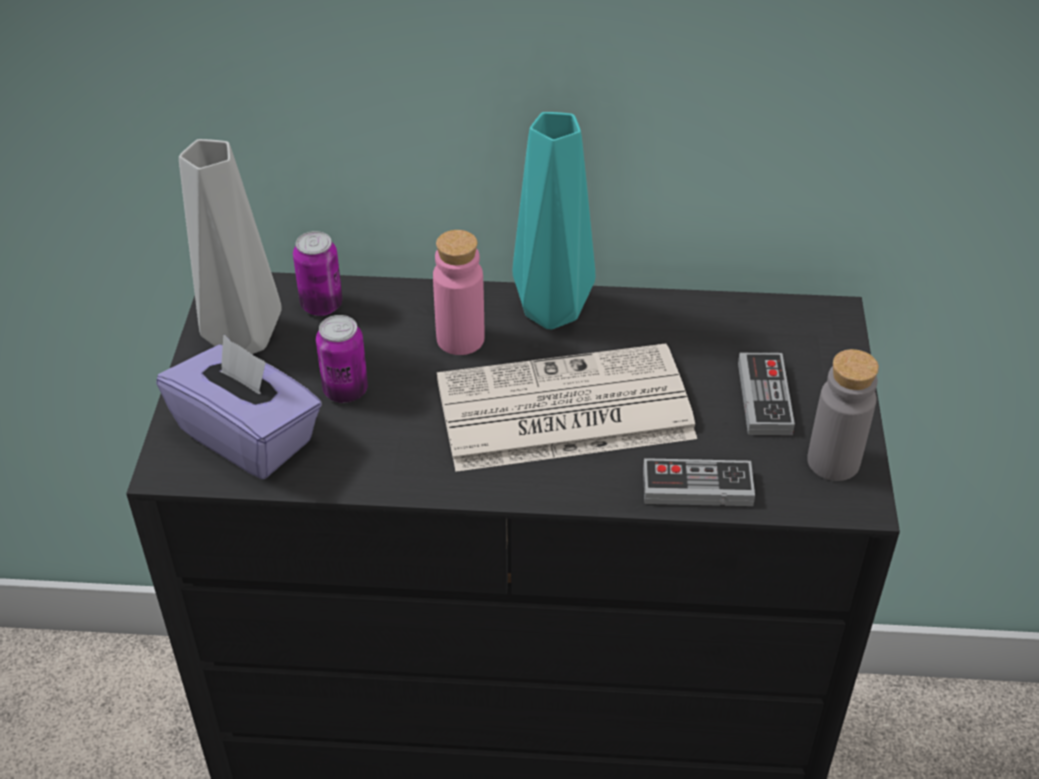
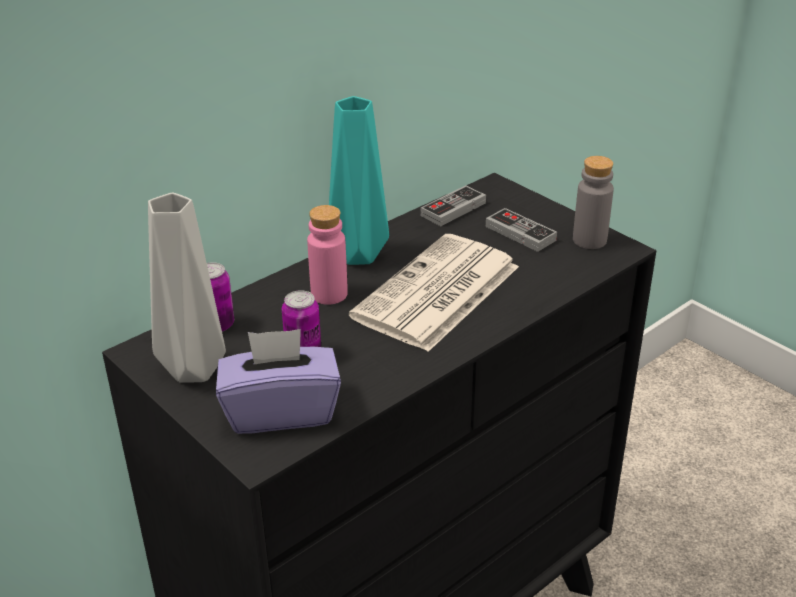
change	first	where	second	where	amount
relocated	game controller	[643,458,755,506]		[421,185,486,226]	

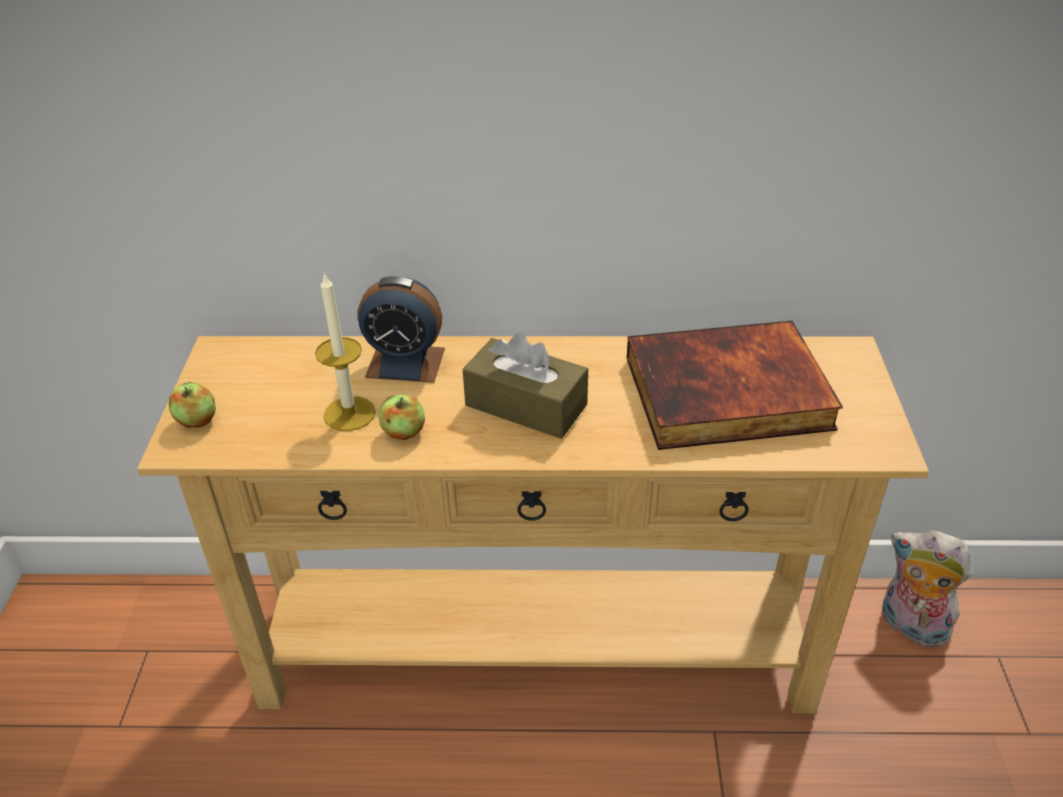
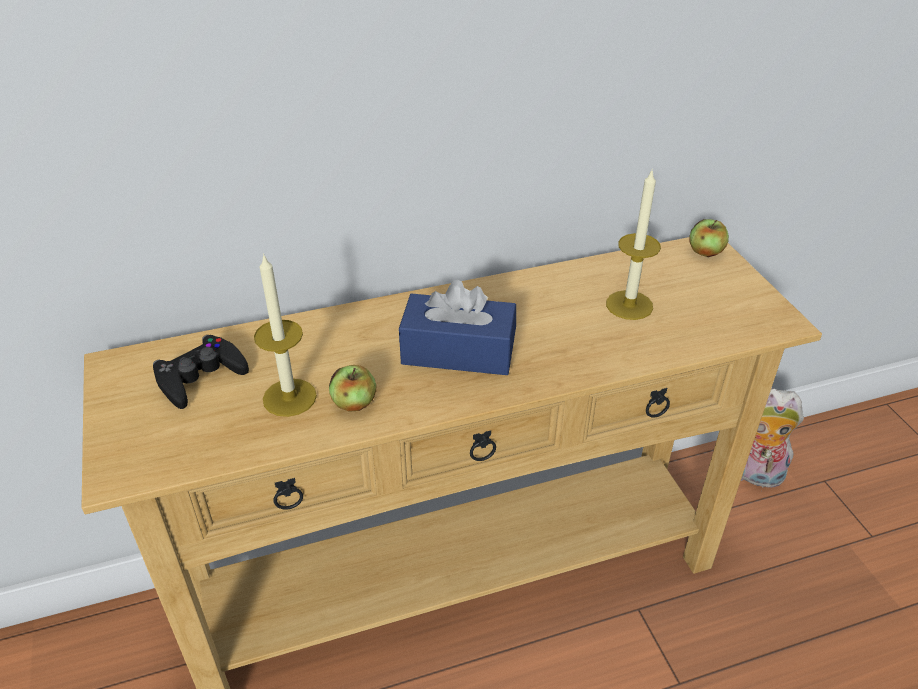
change	first	where	second	where	amount
appeared			black game controller	[153,335,249,409]	
colour	brown tissue box	[463,332,588,439]	blue tissue box	[399,280,516,375]	
exchanged	book	[627,320,843,450]	candle	[606,171,661,320]	
relocated	apple	[168,382,216,428]		[690,219,729,257]	
missing	alarm clock	[358,276,445,383]			

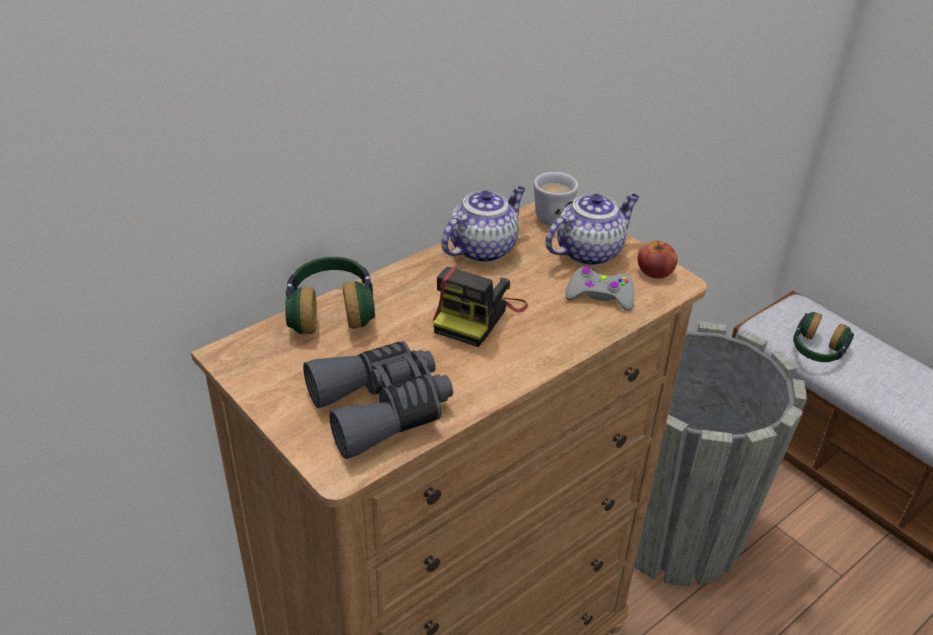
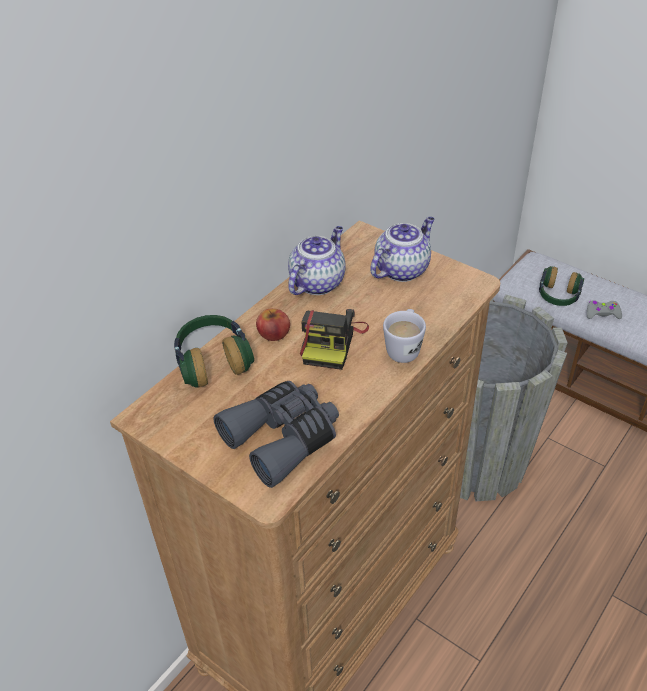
change	first	where	second	where	amount
relocated	apple	[637,240,677,278]		[256,308,290,341]	
relocated	white mug	[534,172,578,226]		[383,309,426,363]	
relocated	grey game controller	[565,267,634,311]		[587,300,622,319]	

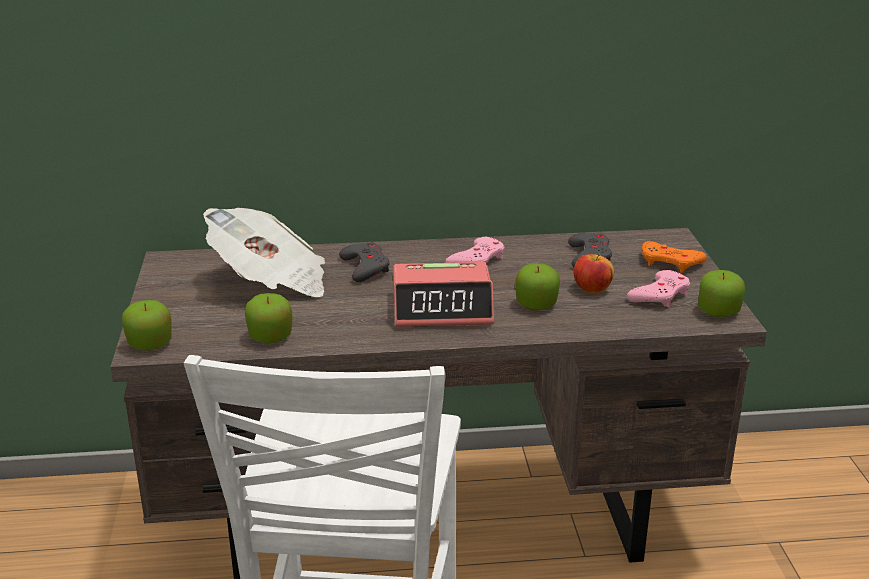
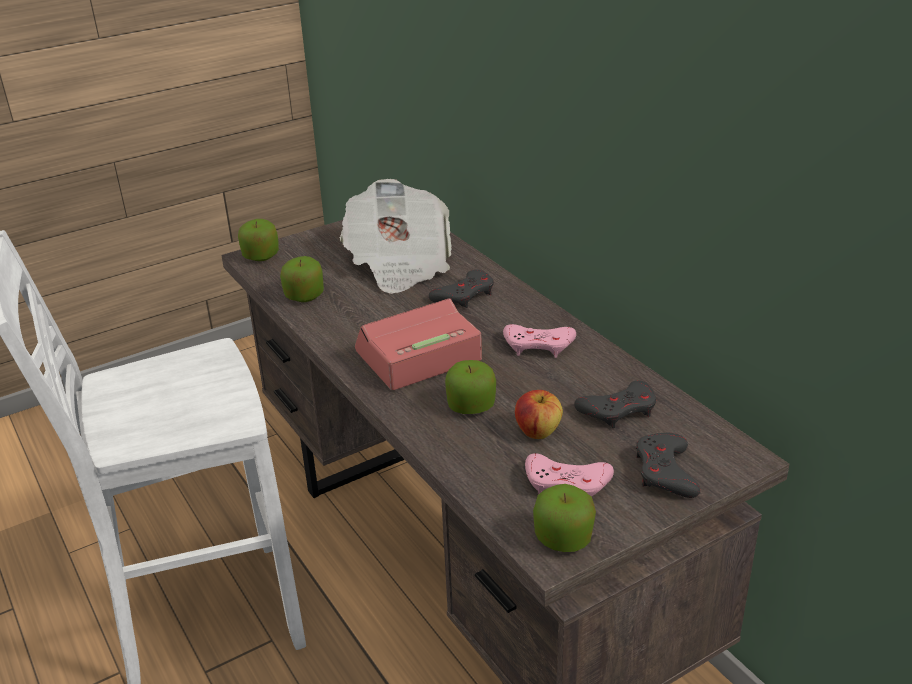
change	first	where	second	where	amount
spun	alarm clock	[393,262,494,327]		[355,298,482,390]	90 degrees clockwise
colour	orange game controller	[642,241,707,273]	grey game controller	[636,433,700,498]	

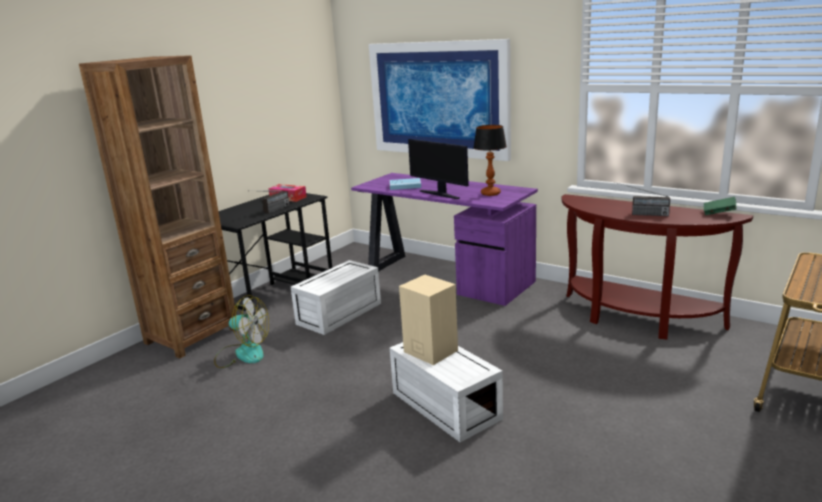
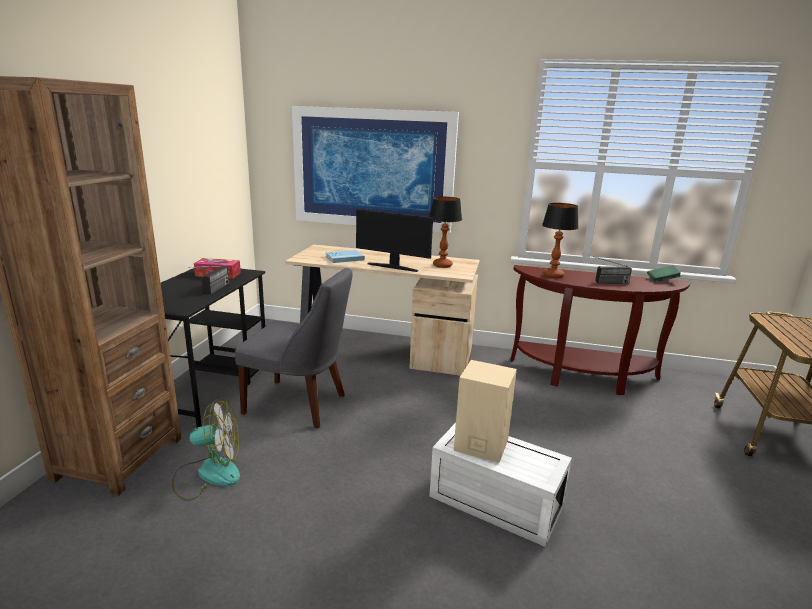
change	first	where	second	where	amount
exchanged	white storage box	[291,260,381,335]	grey chair	[235,268,352,428]	
colour	purple desk	[351,173,538,306]	beige desk	[285,245,480,376]	
appeared			table lamp	[542,203,578,278]	

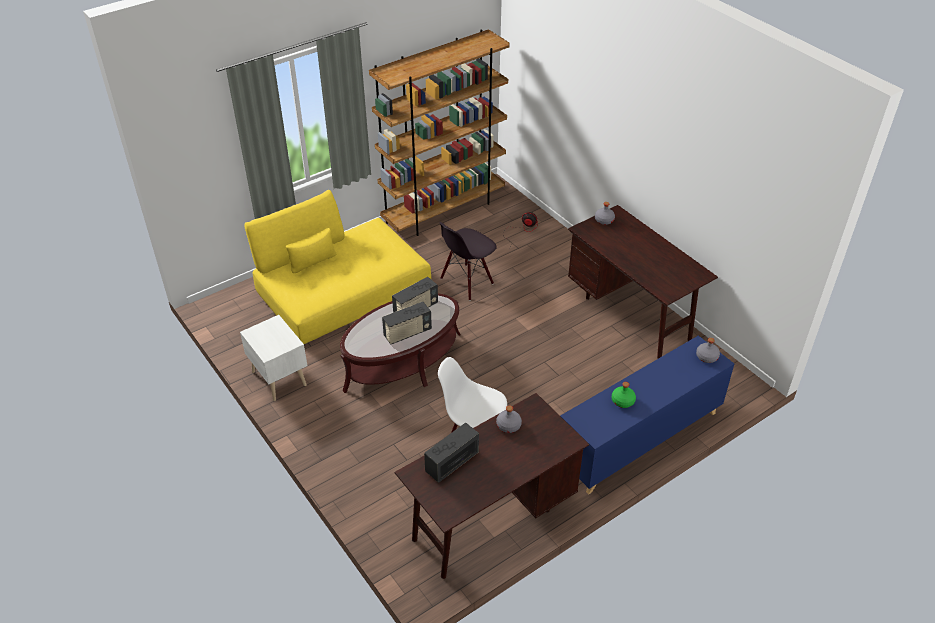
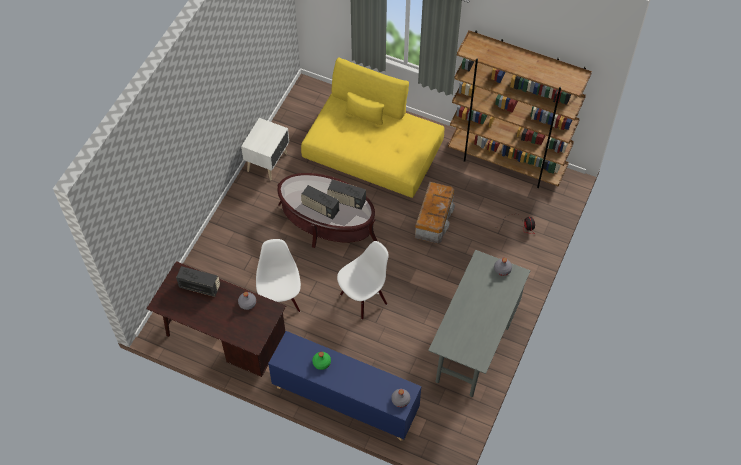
change	first	where	second	where	amount
appeared			white chair	[337,241,389,320]	
exchanged	black chair	[439,222,497,301]	storage box	[415,182,455,244]	
colour	brown desk	[568,205,718,359]	grey desk	[428,250,531,397]	

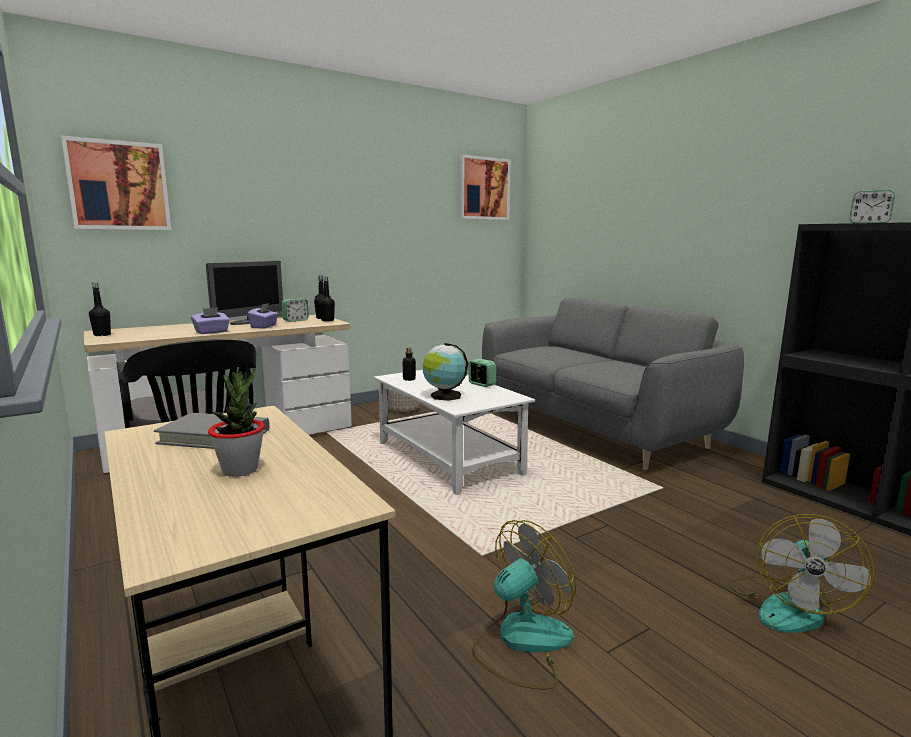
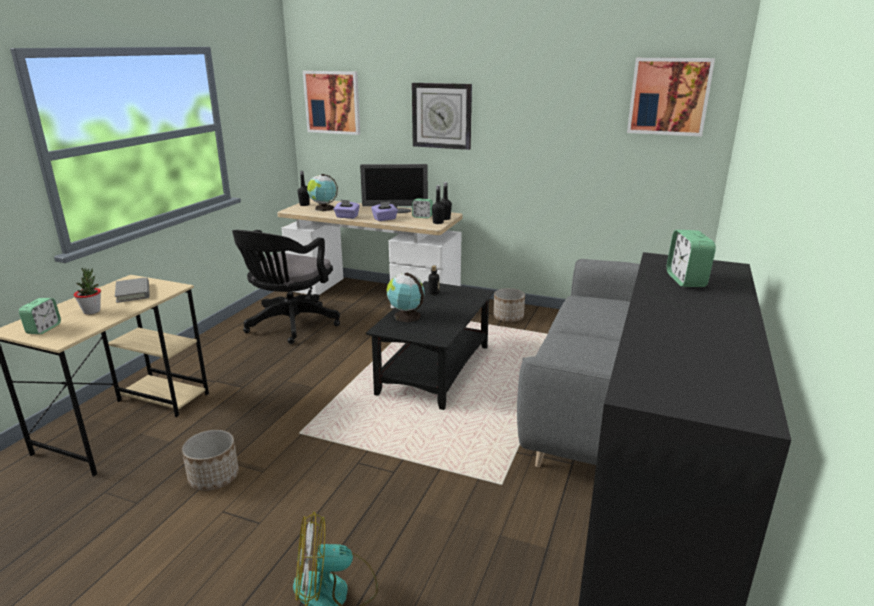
change	first	where	second	where	amount
relocated	alarm clock	[469,358,496,387]		[19,298,61,334]	
exchanged	fan	[472,520,576,689]	planter	[182,430,239,491]	
appeared			globe	[307,174,338,211]	
colour	white coffee table	[374,370,535,495]	black coffee table	[366,281,494,410]	
appeared			wall clock	[412,83,472,150]	

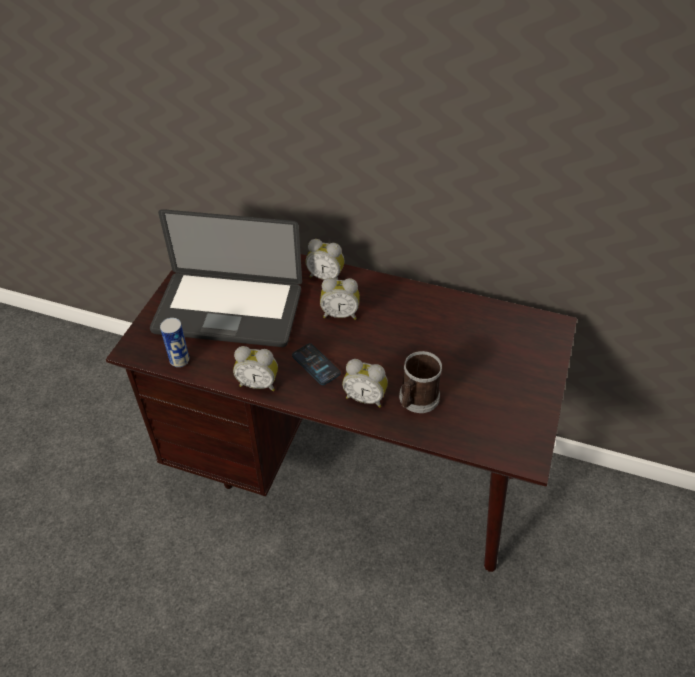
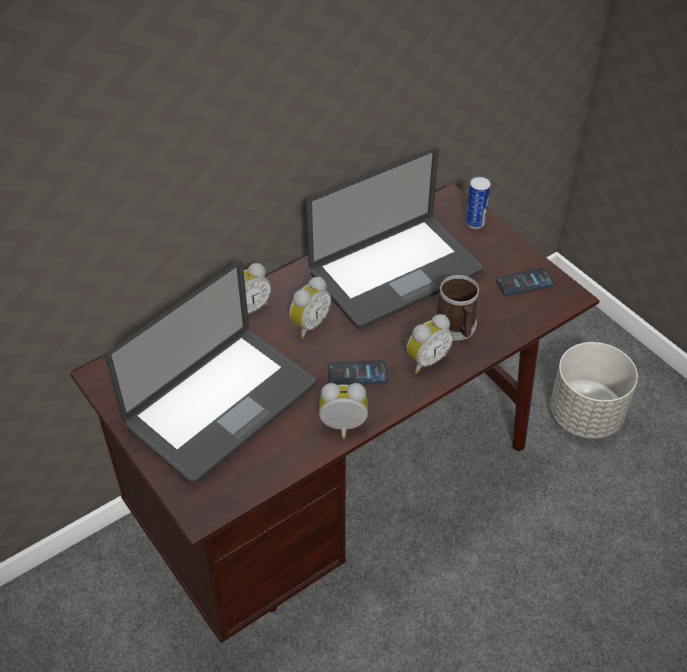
change	first	where	second	where	amount
appeared			laptop	[306,147,483,329]	
spun	alarm clock	[233,346,278,391]		[319,383,368,439]	135 degrees counterclockwise
relocated	can	[160,318,190,367]		[466,177,491,229]	
appeared			phone	[496,268,554,296]	
appeared			grey planter	[550,342,638,439]	

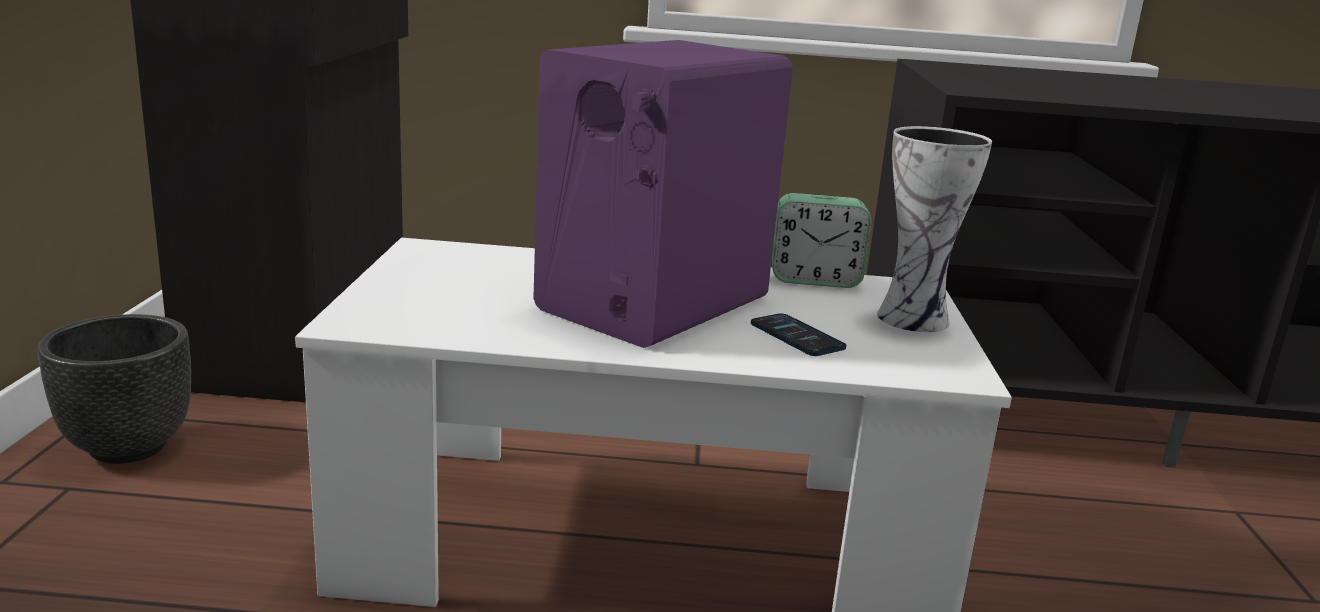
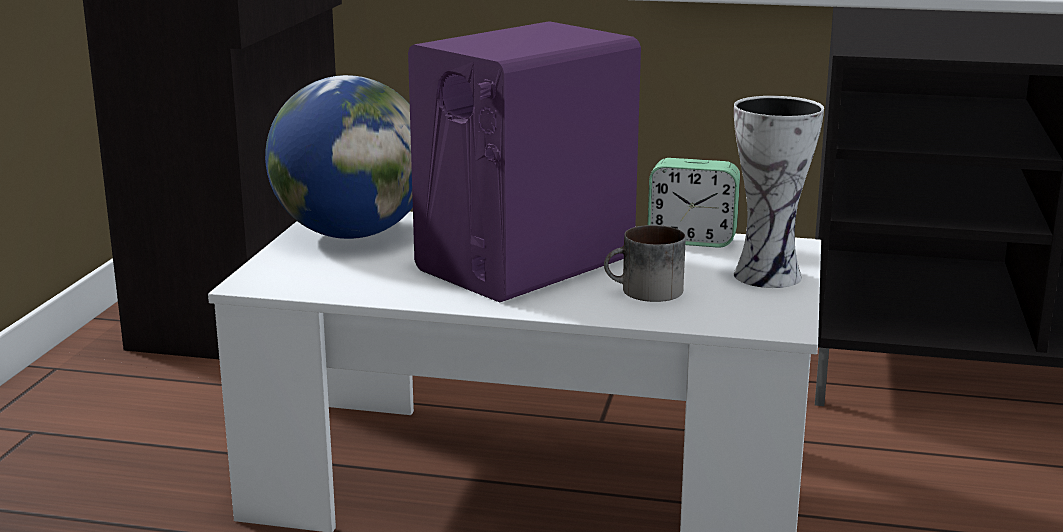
change	first	where	second	where	amount
appeared			globe	[265,75,413,239]	
exchanged	phone	[751,314,846,356]	mug	[604,225,686,302]	
missing	black planter	[38,314,191,464]			

